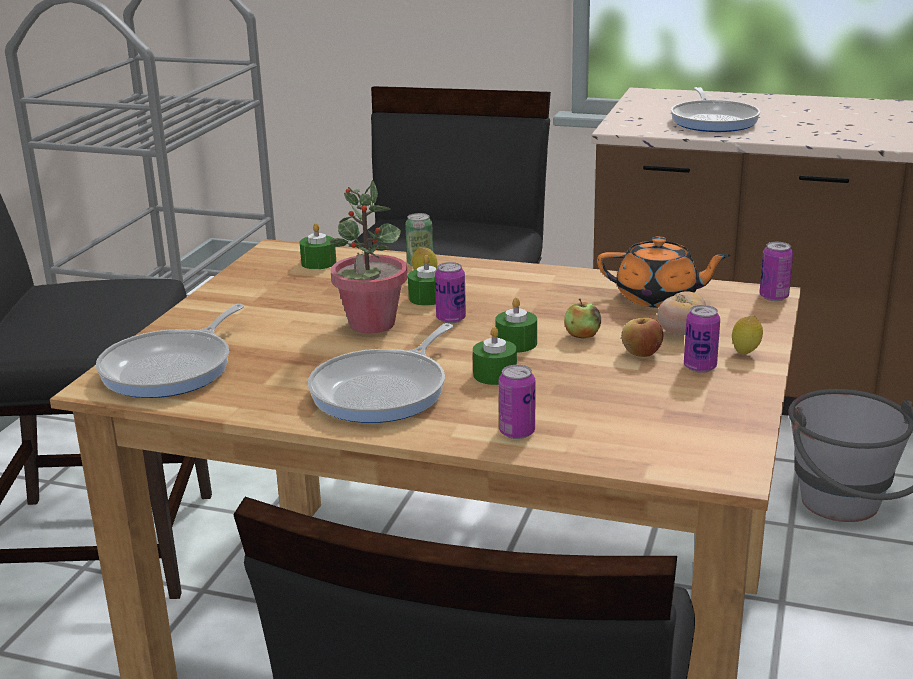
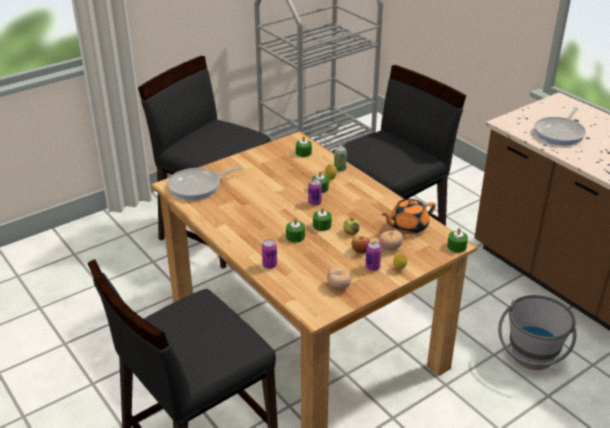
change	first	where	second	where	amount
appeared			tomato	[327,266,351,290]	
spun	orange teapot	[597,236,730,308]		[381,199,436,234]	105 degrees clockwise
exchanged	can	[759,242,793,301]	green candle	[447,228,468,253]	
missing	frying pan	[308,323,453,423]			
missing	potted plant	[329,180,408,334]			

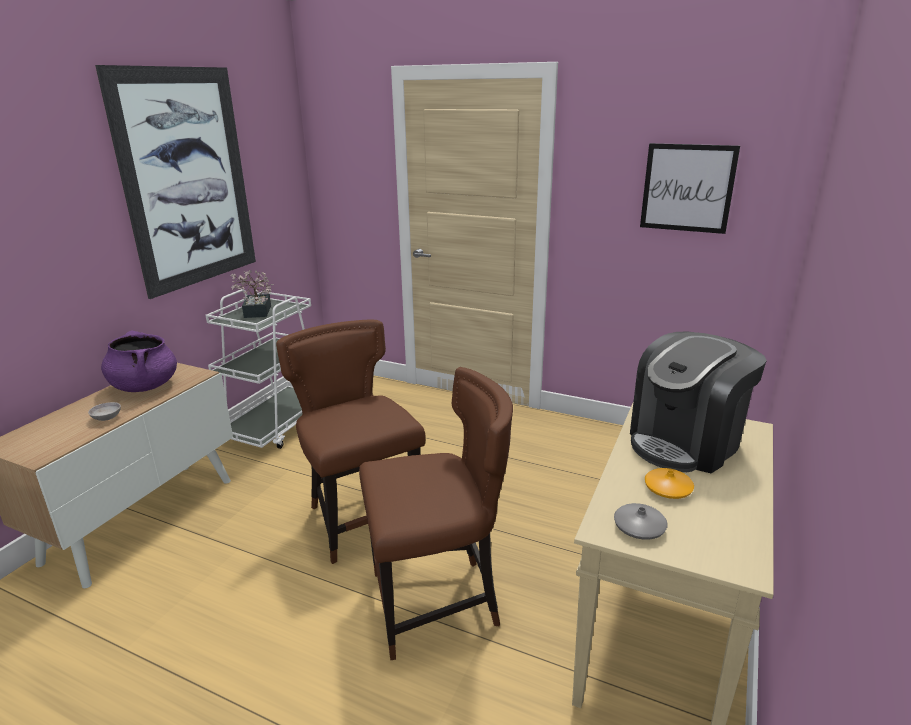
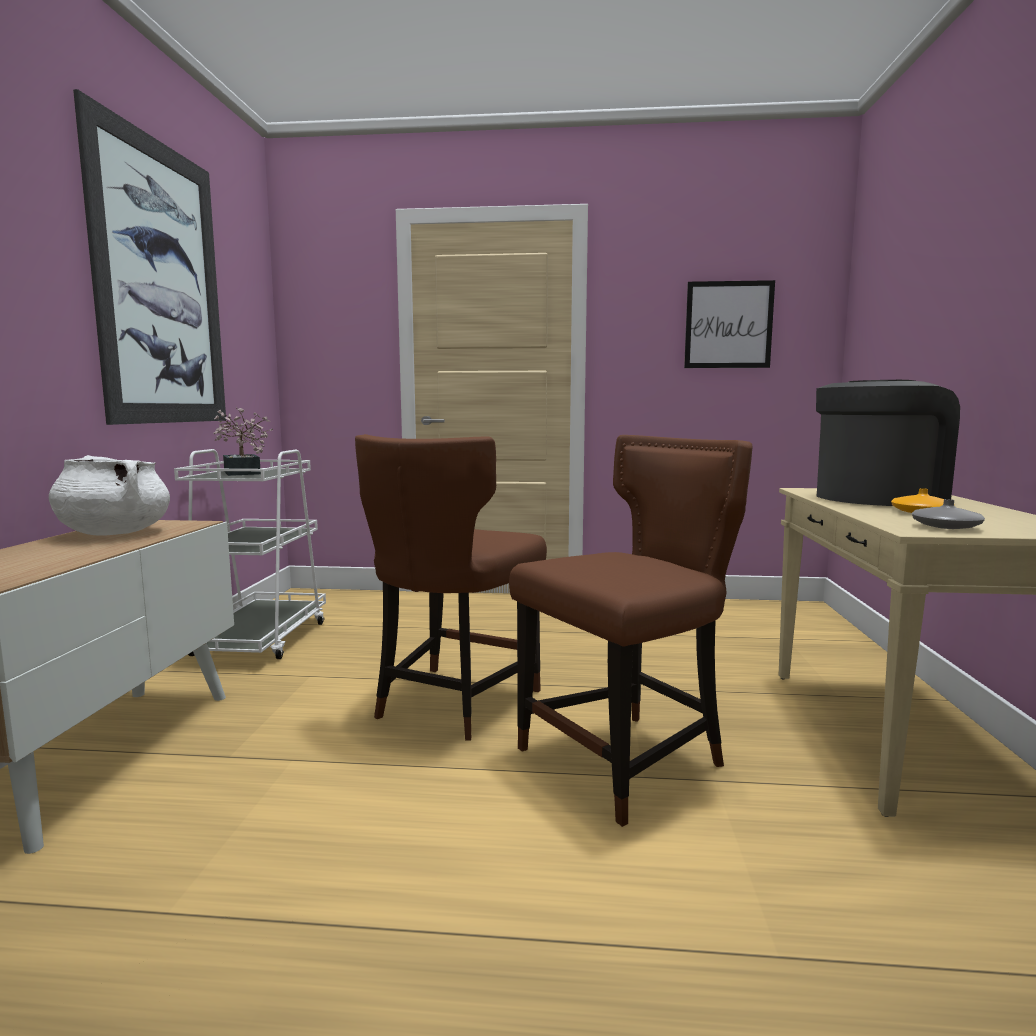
change	first	where	second	where	amount
colour	purple cooking pot	[101,330,177,392]	white cooking pot	[49,455,170,536]	
spun	brown chair	[276,319,426,564]		[355,434,547,741]	105 degrees counterclockwise
spun	coffee machine	[630,332,767,474]		[816,380,960,506]	150 degrees counterclockwise
missing	grey bowl	[88,402,121,421]			

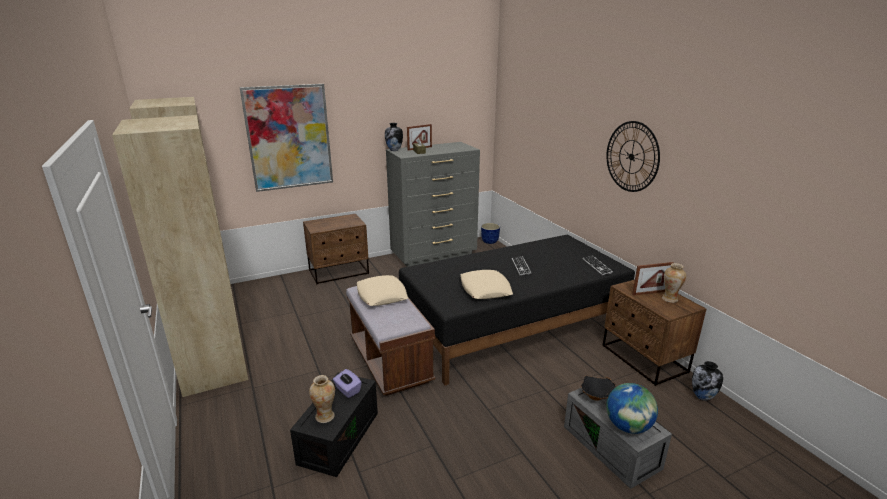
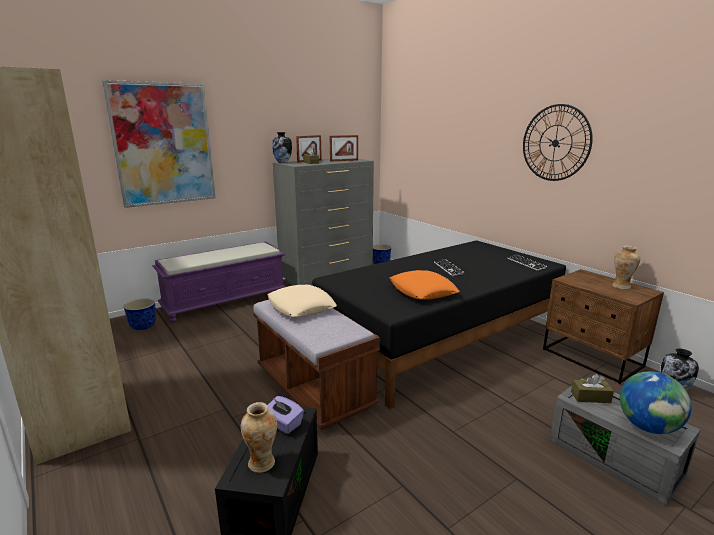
change	first	where	second	where	amount
appeared			planter	[124,298,156,330]	
exchanged	brown nightstand	[303,214,369,284]	purple bench	[152,241,287,323]	
relocated	picture frame	[632,262,674,296]		[330,135,358,162]	
colour	beige pillow	[460,270,513,299]	orange pillow	[390,270,460,300]	
exchanged	black bowl	[581,375,616,401]	brown tissue box	[571,374,614,403]	

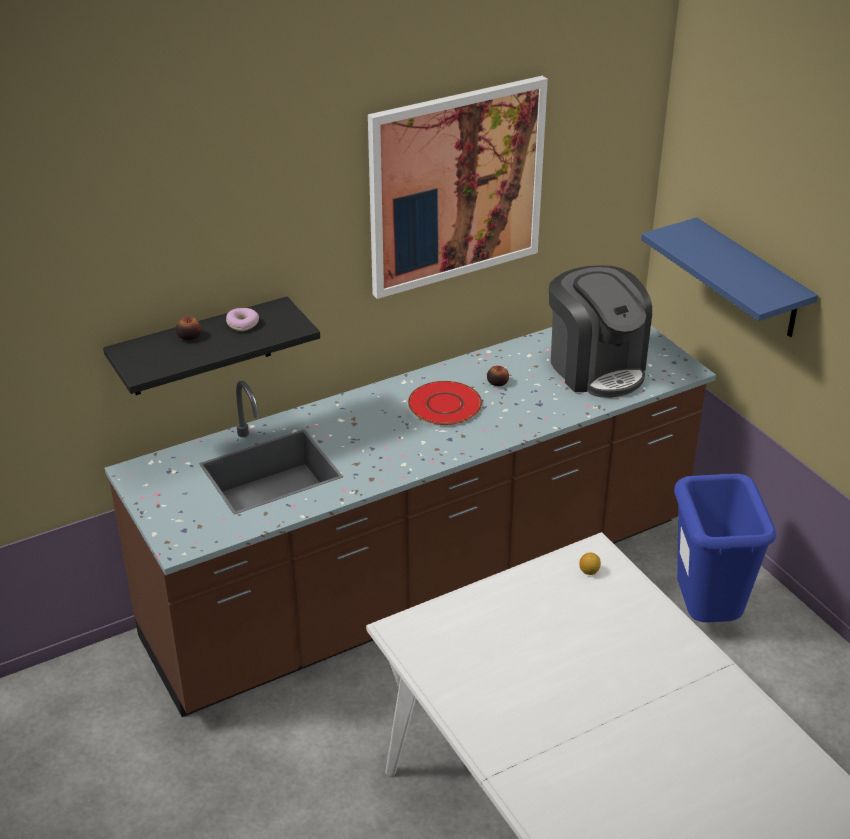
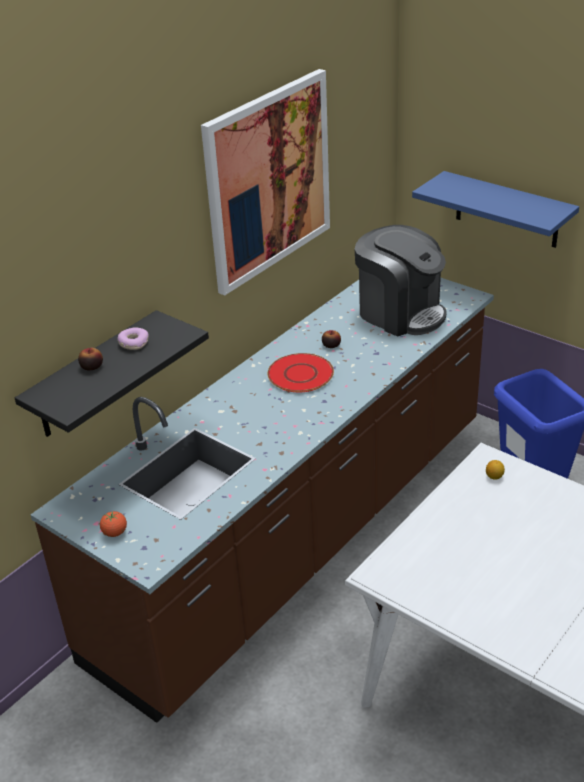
change	first	where	second	where	amount
appeared			tomato	[100,511,127,537]	

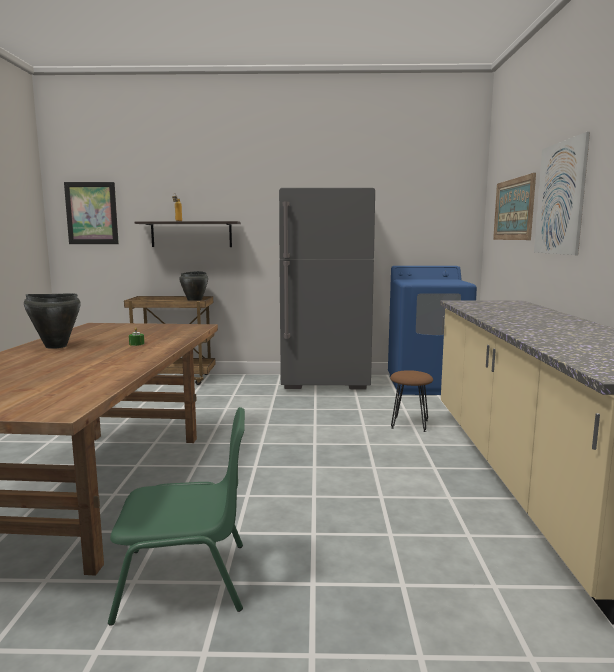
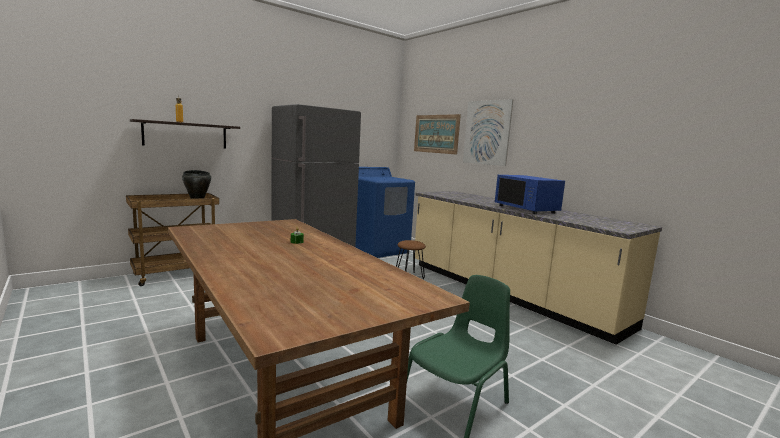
change	first	where	second	where	amount
appeared			blue microwave	[495,175,565,214]	
missing	black cooking pot	[24,293,81,349]			
missing	picture	[64,182,119,244]			

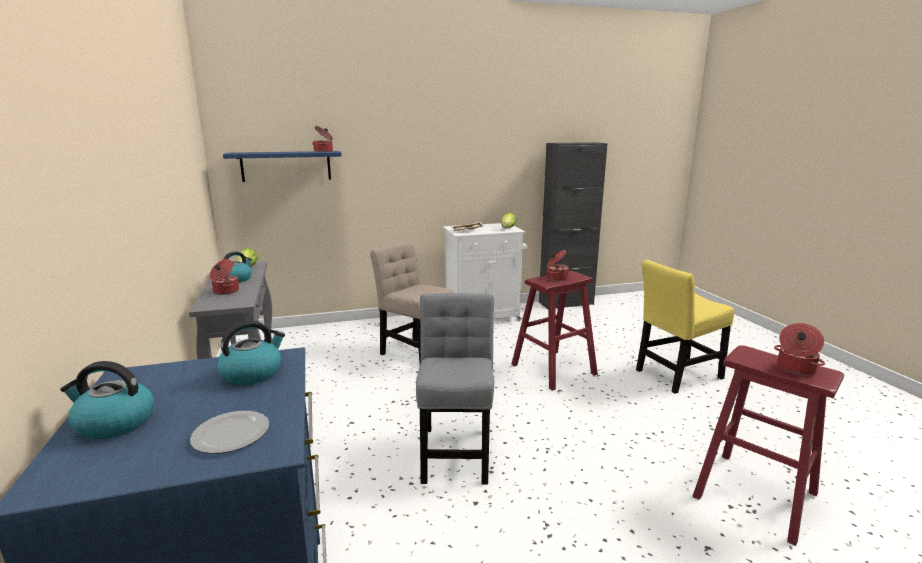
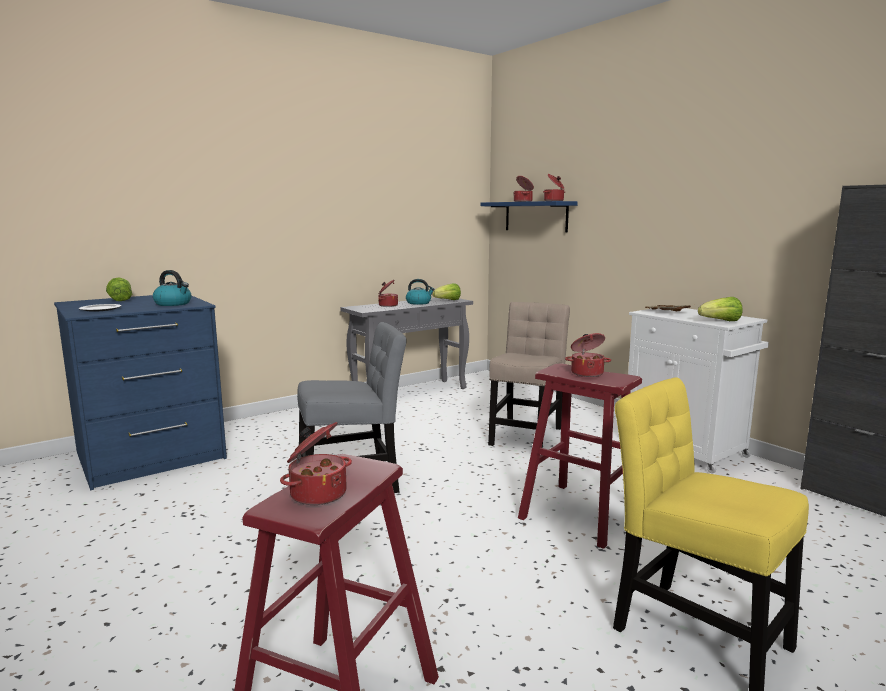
change	first	where	second	where	amount
exchanged	kettle	[60,361,154,439]	lettuce	[106,277,132,301]	
appeared			cooking pot	[513,176,534,202]	

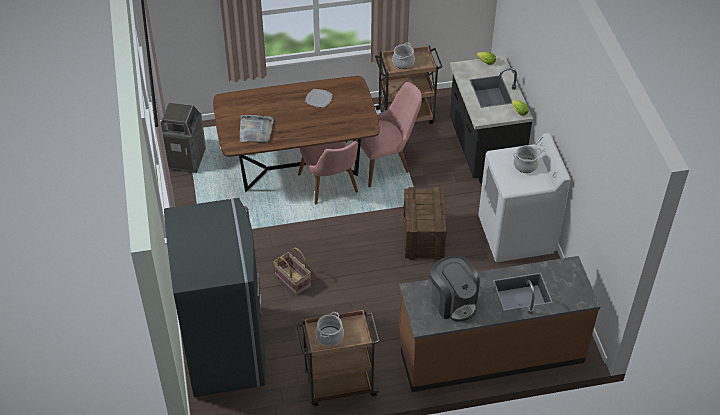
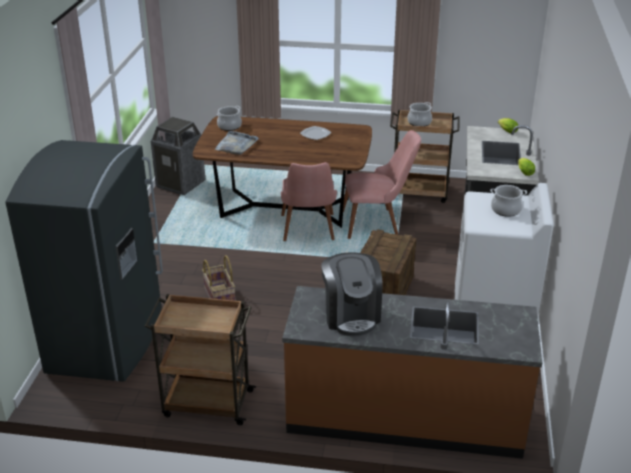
change	first	where	second	where	amount
relocated	cooking pot	[316,312,344,346]		[217,106,242,131]	

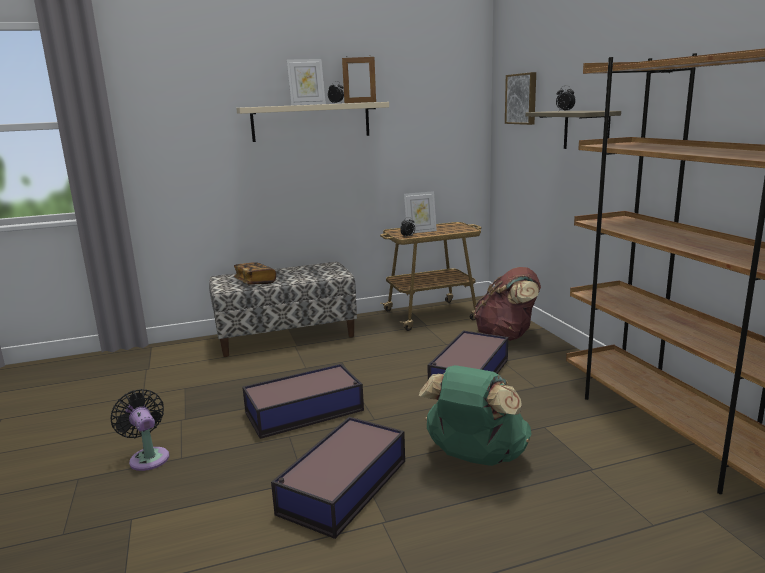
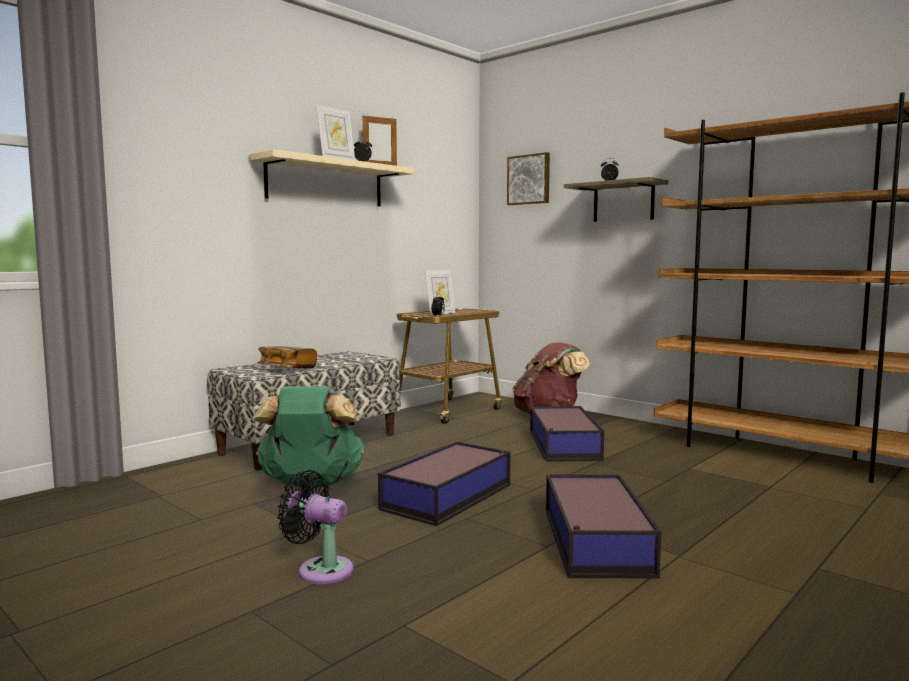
change	first	where	second	where	amount
relocated	green backpack	[419,365,532,466]		[253,386,365,487]	

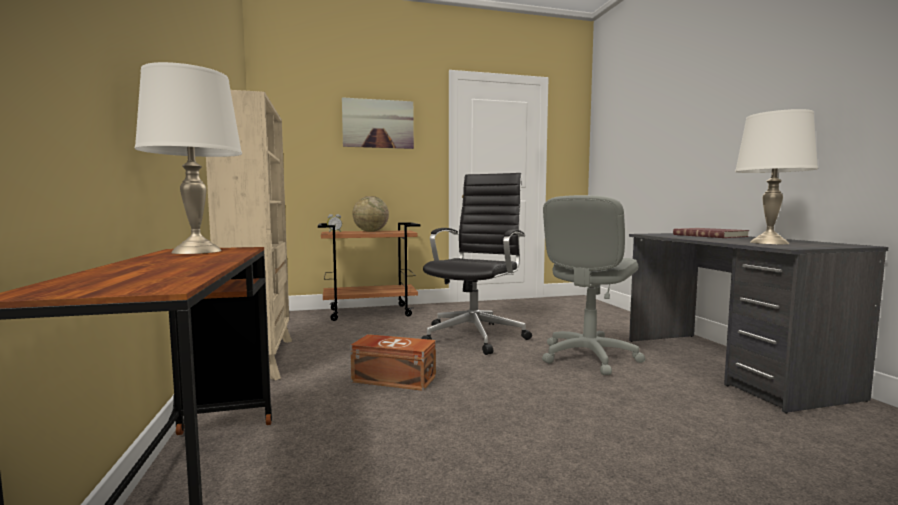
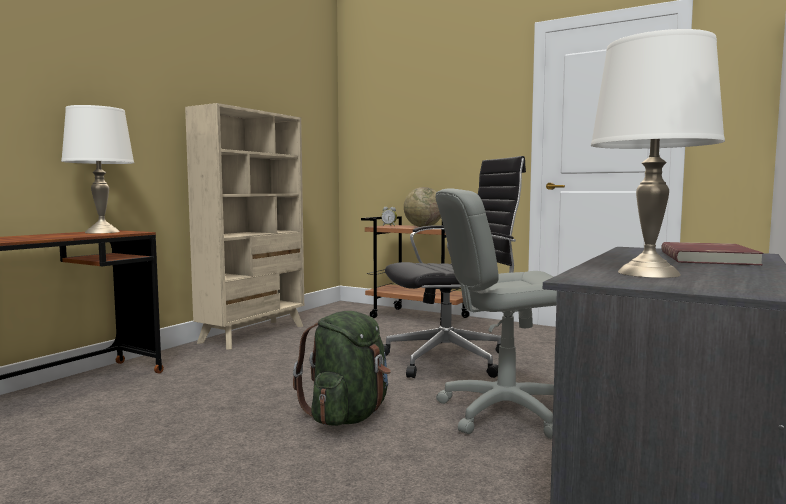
change	first	where	second	where	amount
appeared			green backpack	[293,311,391,426]	
missing	picture	[342,97,414,149]			
missing	brown storage box	[350,334,436,391]			

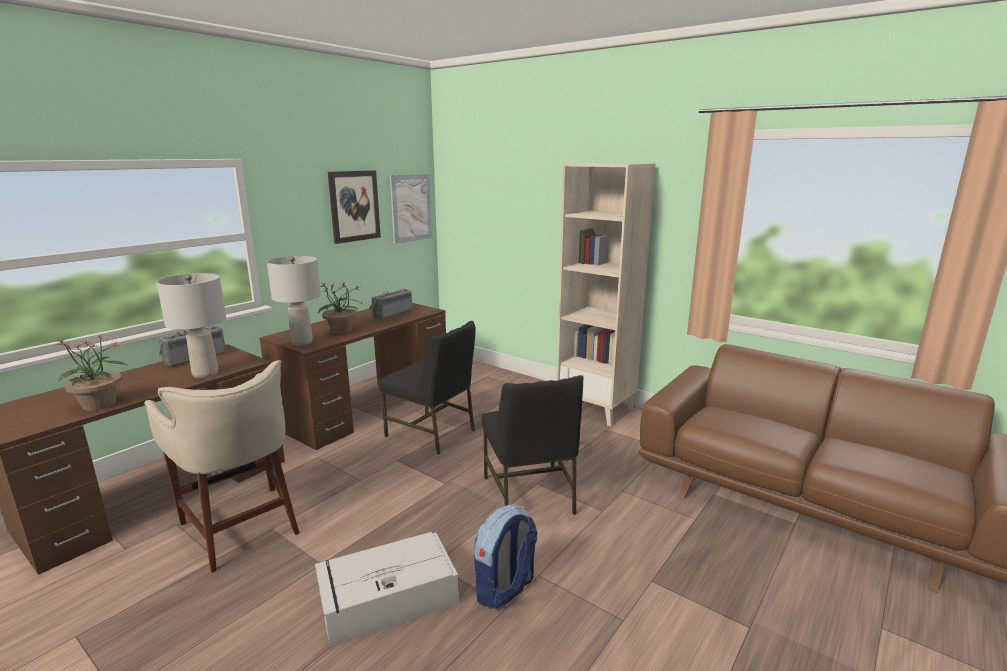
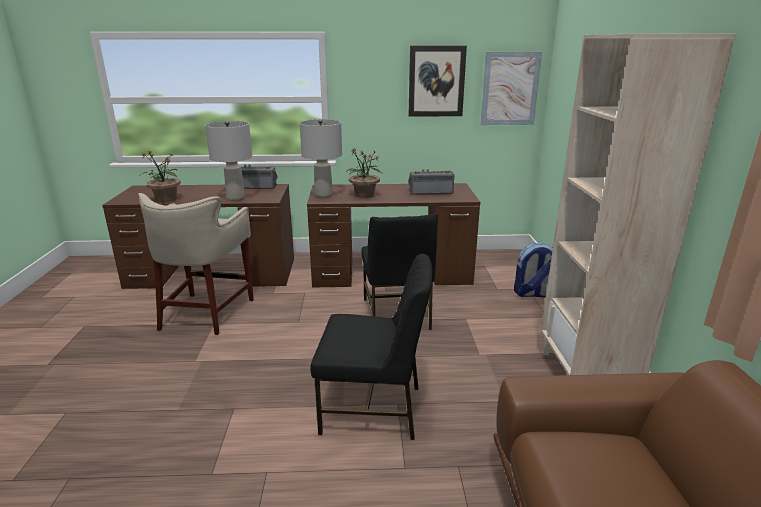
change	first	where	second	where	amount
spun	black chair	[481,375,583,515]		[310,254,432,440]	120 degrees counterclockwise
relocated	backpack	[474,504,537,609]		[514,243,553,298]	
missing	grey storage box	[315,532,459,647]			

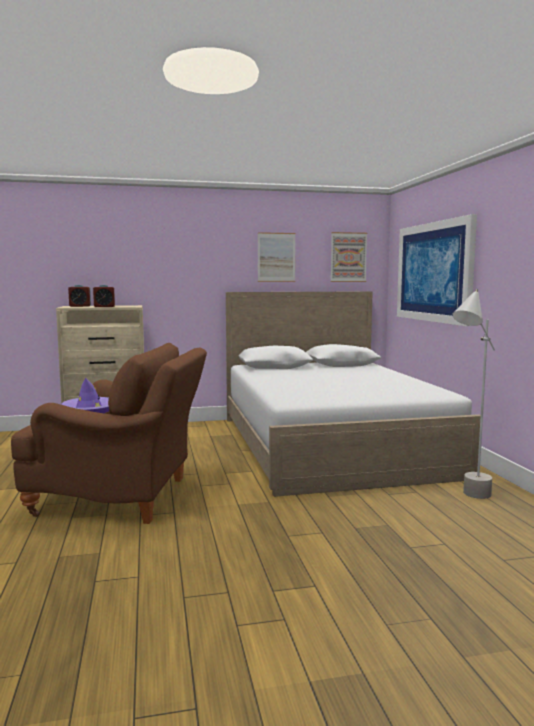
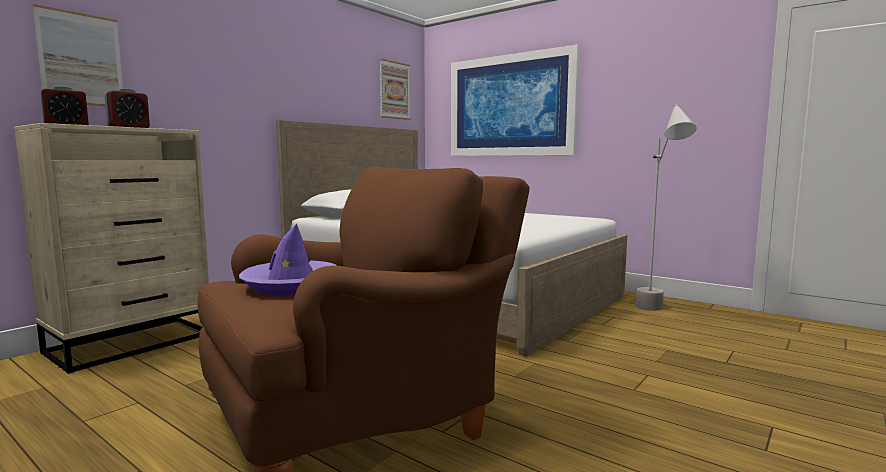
change	first	where	second	where	amount
relocated	picture	[258,232,295,282]		[33,4,123,106]	

